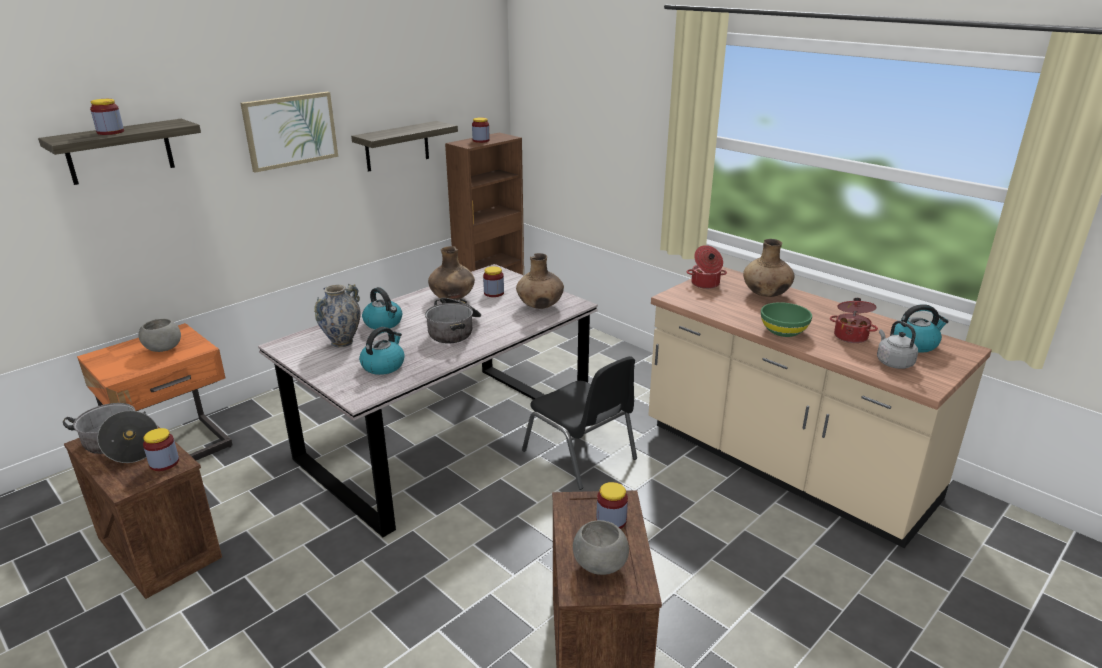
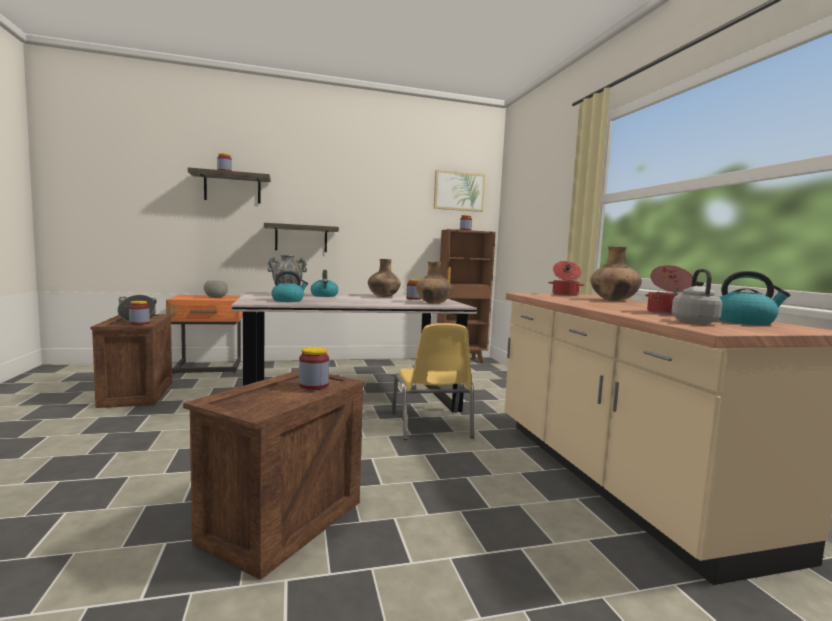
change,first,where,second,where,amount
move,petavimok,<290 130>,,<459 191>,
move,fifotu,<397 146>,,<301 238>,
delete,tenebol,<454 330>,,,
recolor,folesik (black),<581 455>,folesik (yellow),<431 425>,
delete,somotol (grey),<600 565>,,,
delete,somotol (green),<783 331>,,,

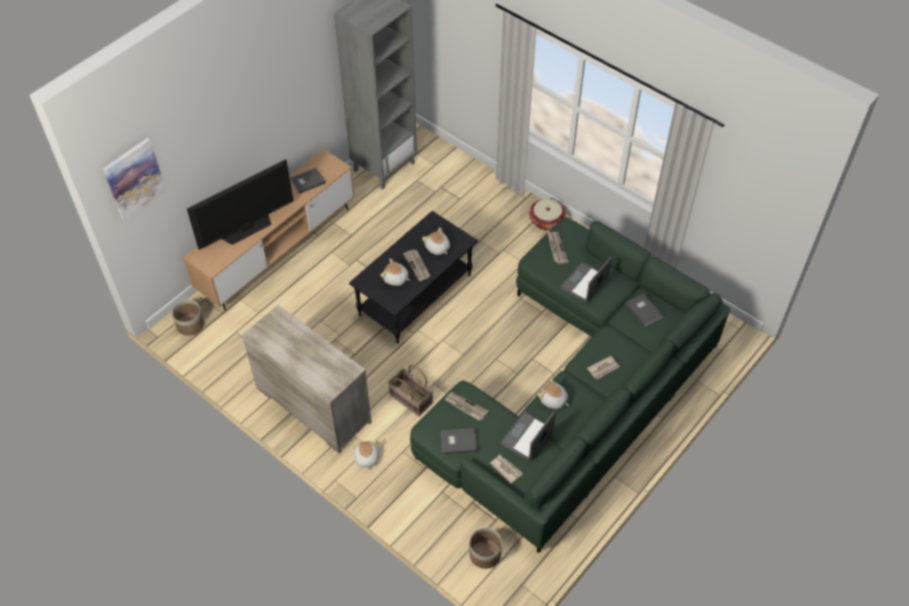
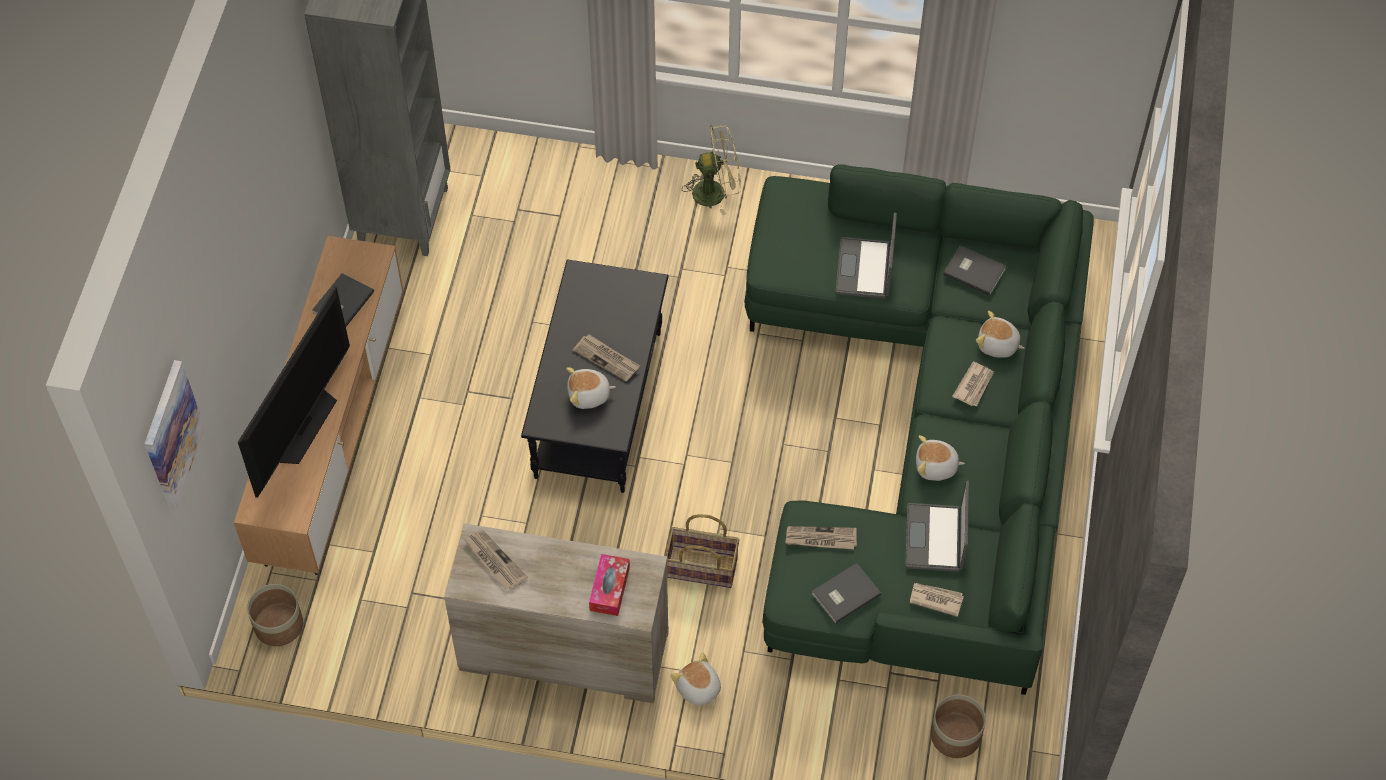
change,first,where,second,where,amount
move,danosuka,<437 248>,,<997 345>,
replace,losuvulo,<546 221>,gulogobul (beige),<716 191>,
move,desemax,<556 248>,,<494 561>,
insert,,,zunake,<609 589>,

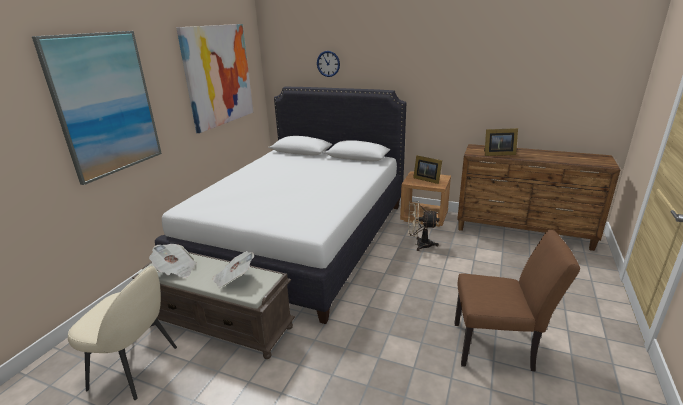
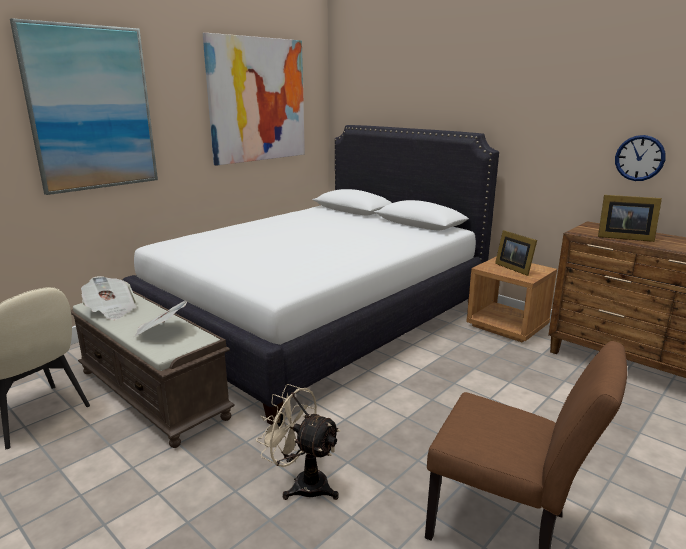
change,first,where,second,where,amount
move,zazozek,<328 63>,,<639 158>,
move,gulogobul (beige),<419 244>,,<302 483>,

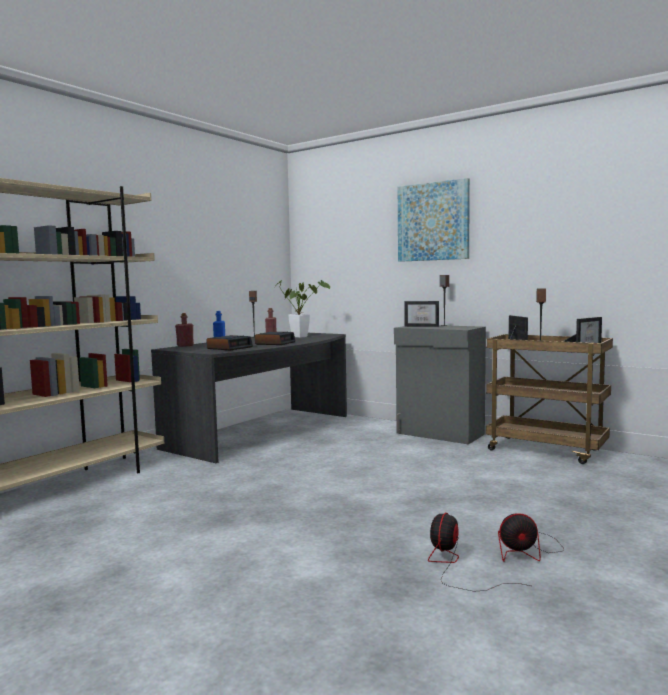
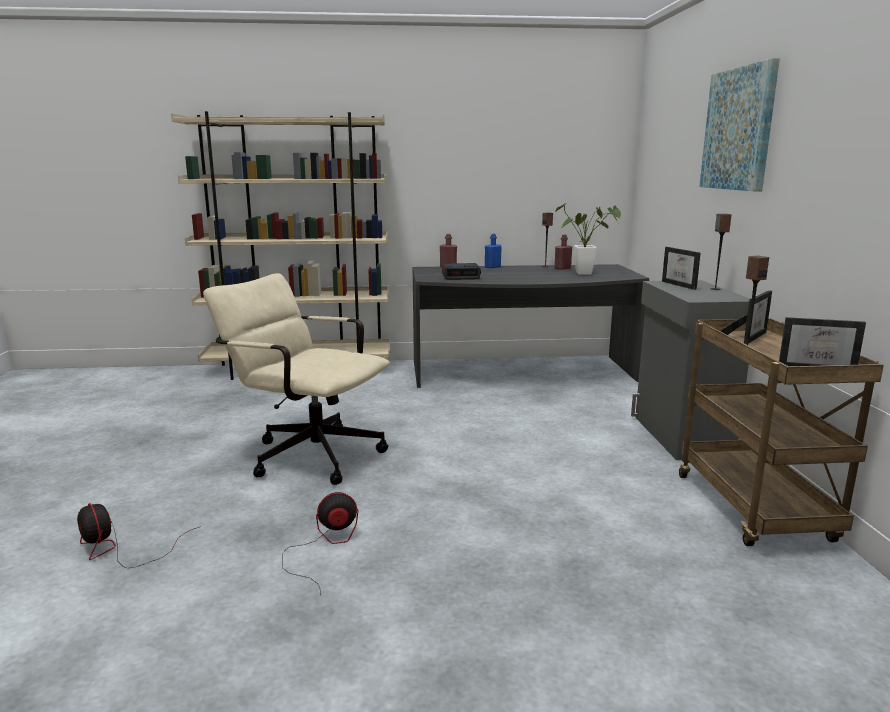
change,first,where,second,where,amount
delete,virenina,<275 343>,,,
move,gulogobul,<526 550>,,<119 549>,
insert,,,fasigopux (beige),<307 453>,

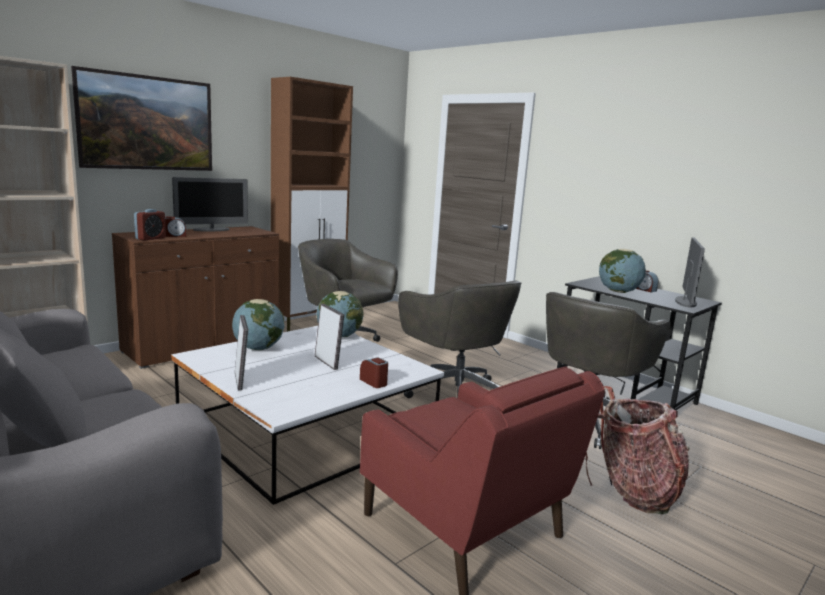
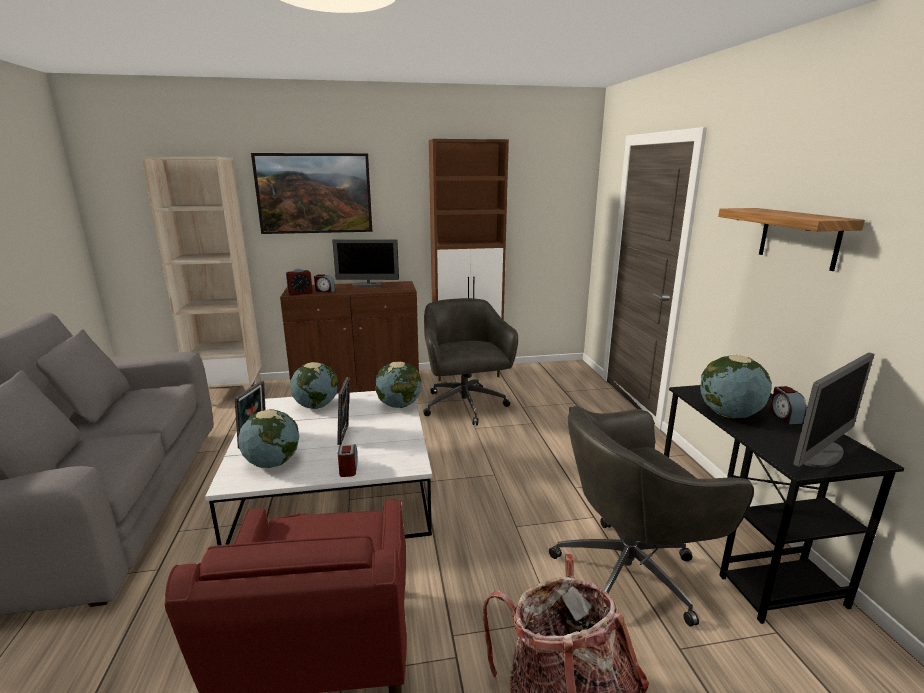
change,first,where,second,where,amount
delete,fasigopux (grey),<455 393>,,,
insert,,,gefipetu,<272 463>,
insert,,,fifotu,<799 237>,

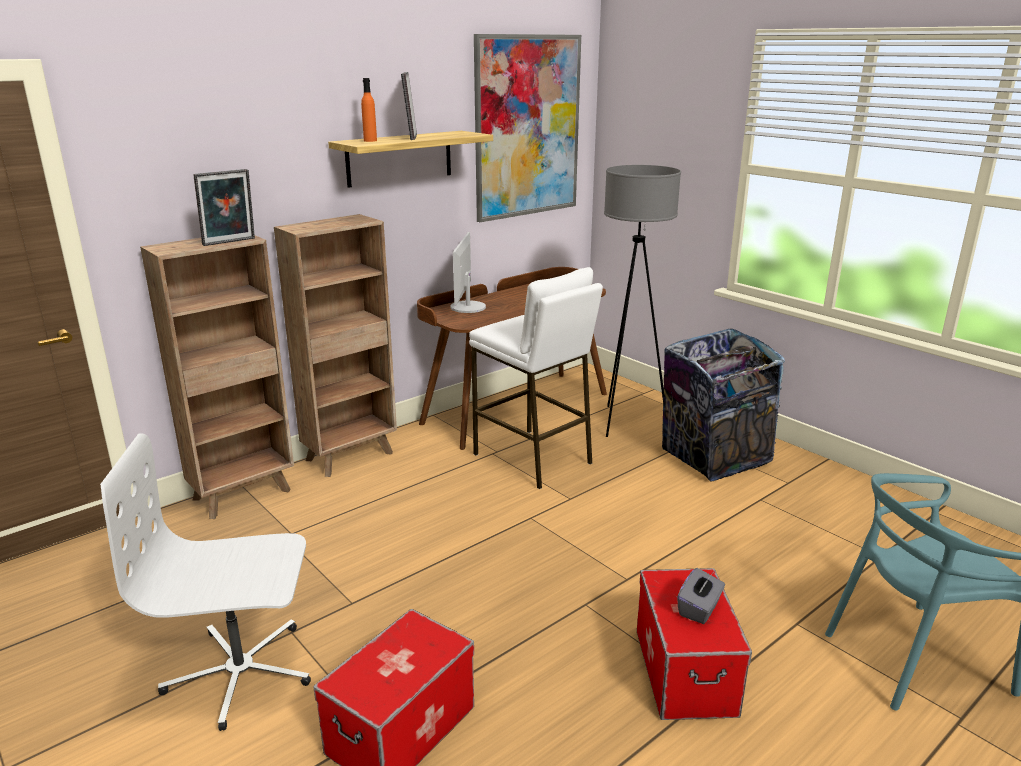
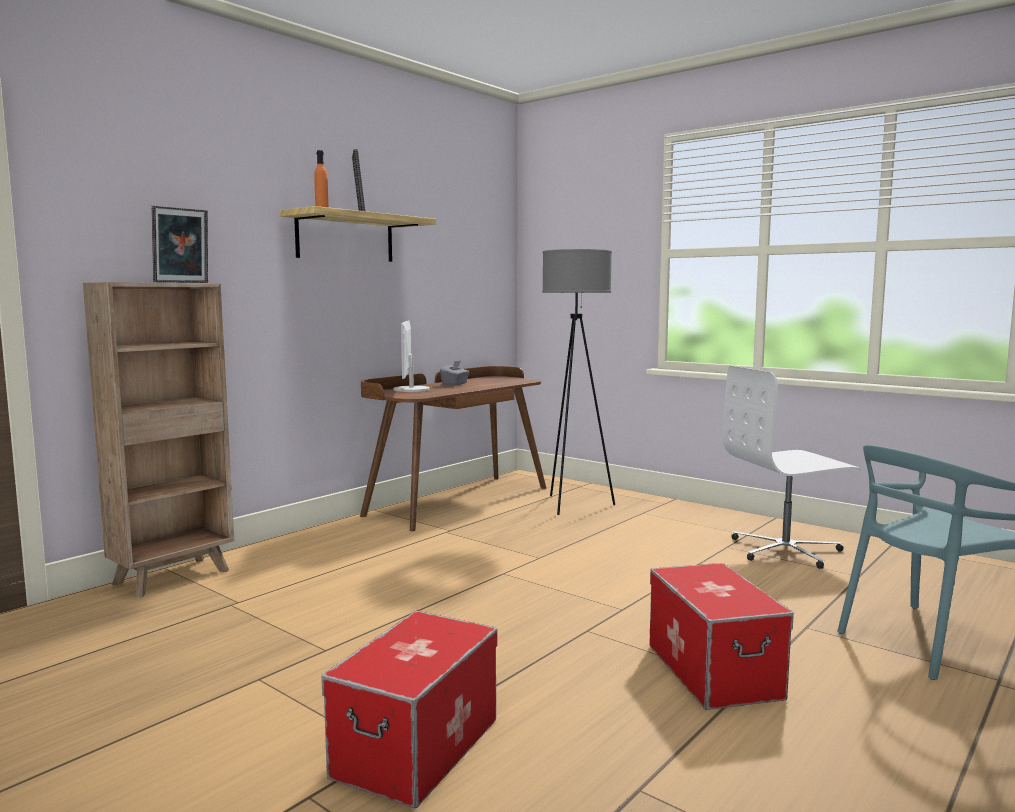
change,first,where,second,where,amount
move,fasigopux (white),<241 673>,,<786 550>,
delete,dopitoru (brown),<351 456>,,,
delete,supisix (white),<533 459>,,,
delete,petavimok,<527 127>,,,
delete,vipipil,<713 458>,,,
move,zunake (grey),<699 609>,,<455 384>,

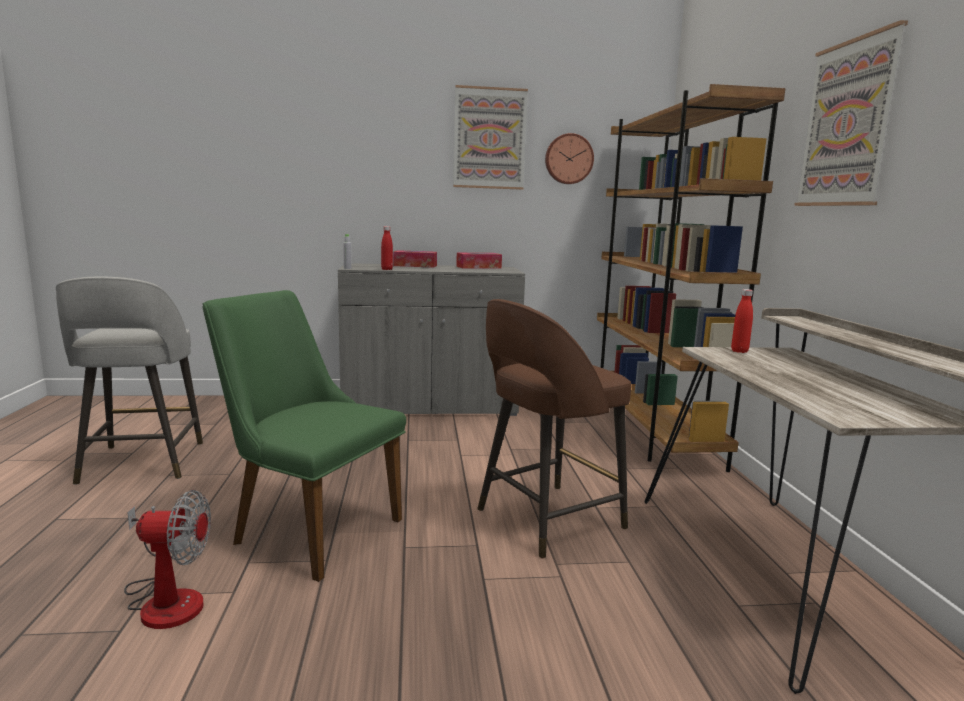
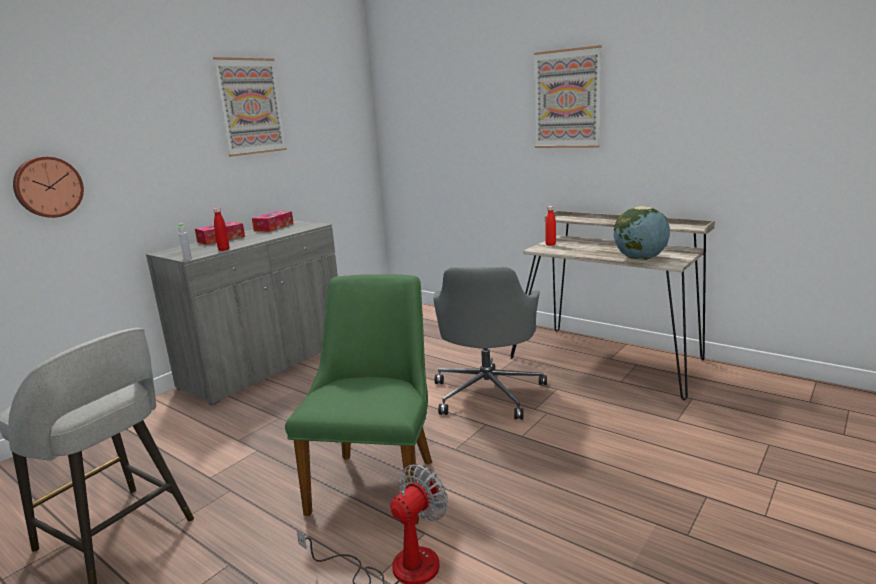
change,first,where,second,where,amount
rotate,folesik (green),<306 528>,,<378 478>,120 degrees clockwise
replace,supisix (brown),<546 519>,fasigopux (grey),<488 392>,
move,zazozek,<568 159>,,<48 187>,
delete,dopitoru (brown),<651 430>,,,
insert,,,gefipetu,<639 258>,

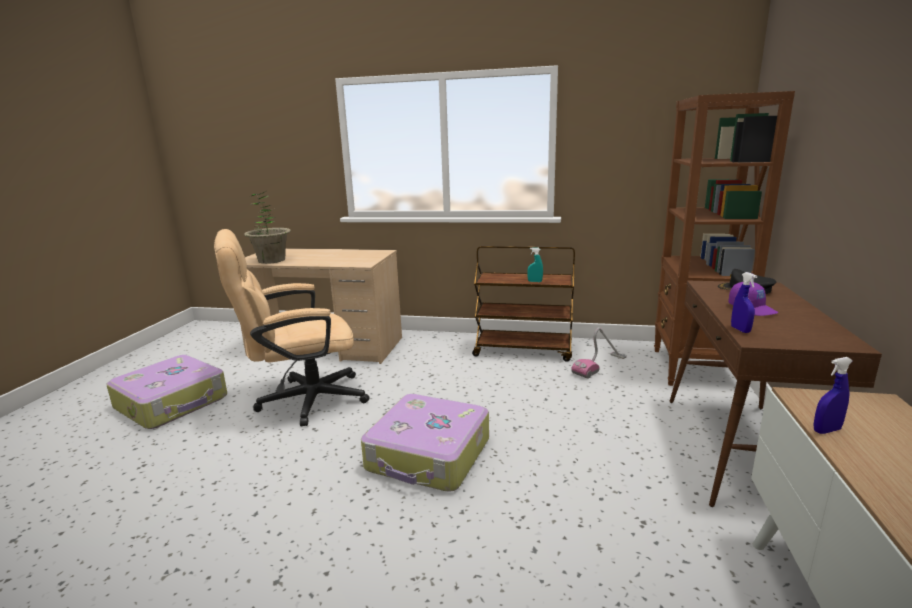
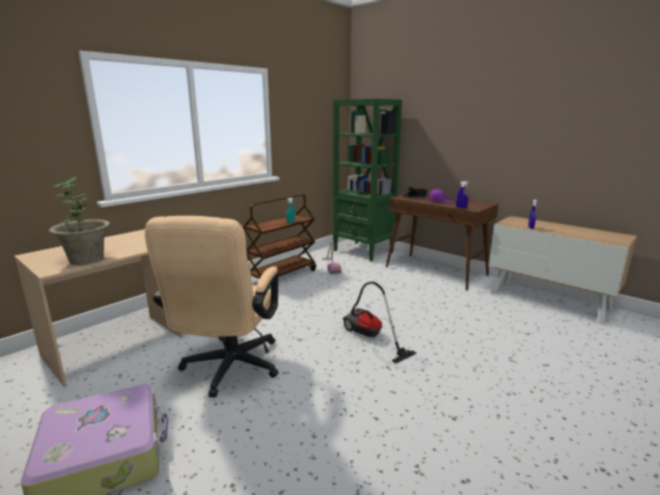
change,first,where,second,where,amount
replace,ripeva,<429 455>,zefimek,<369 337>,
recolor,dopitoru (brown),<694 369>,dopitoru (green),<363 251>,

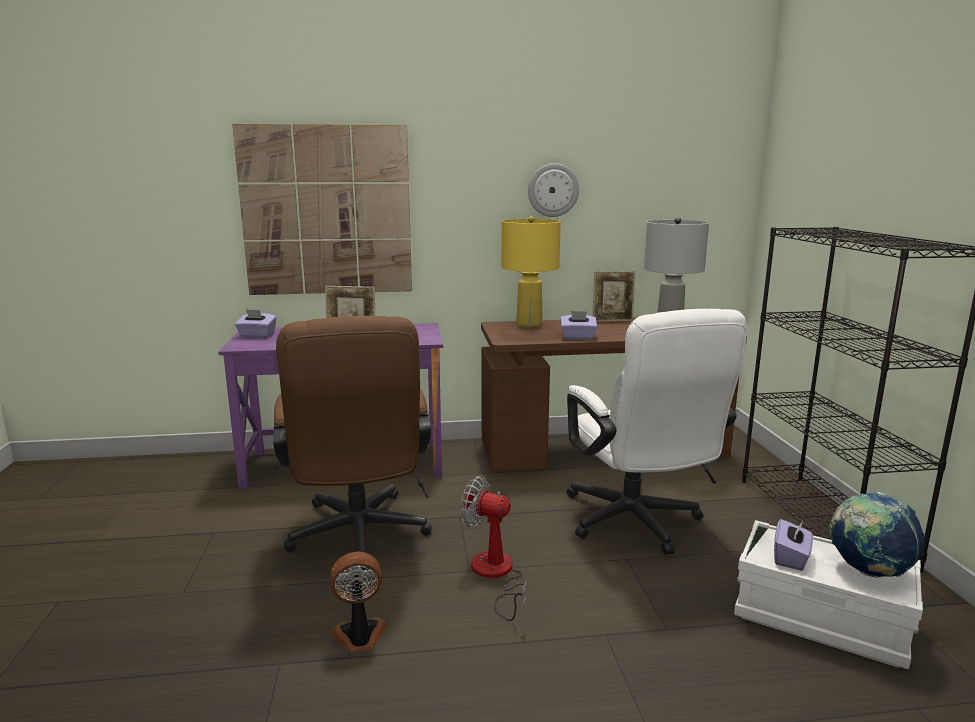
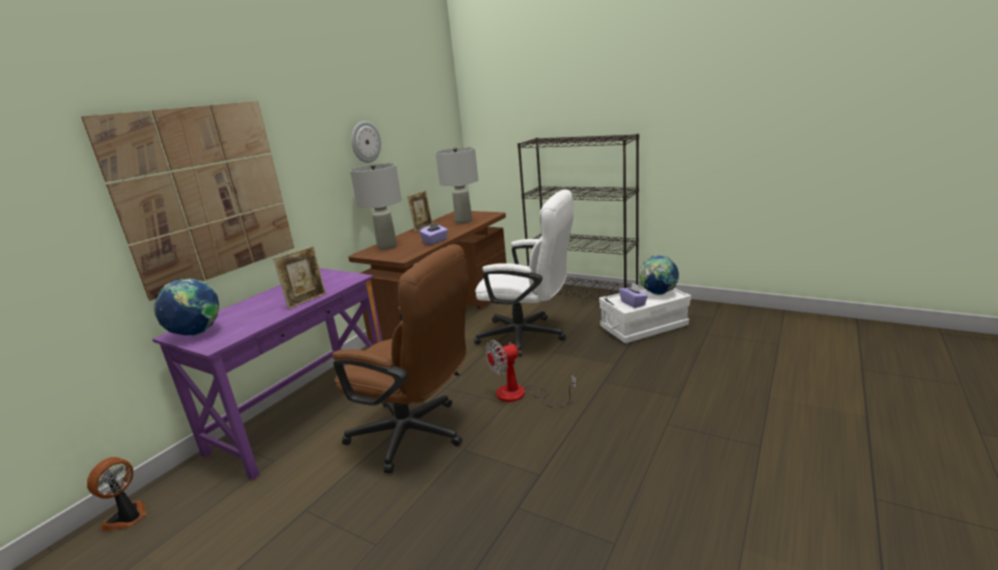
change,first,where,second,where,amount
replace,zunake (purple),<257 335>,gefipetu,<197 333>,
move,gulogobul,<359 637>,,<128 518>,
recolor,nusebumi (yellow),<528 326>,nusebumi (grey),<387 247>,

